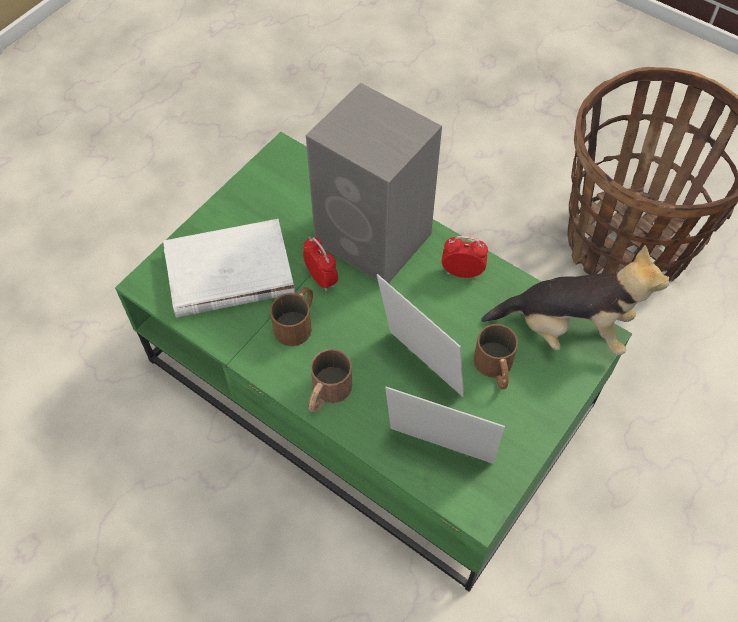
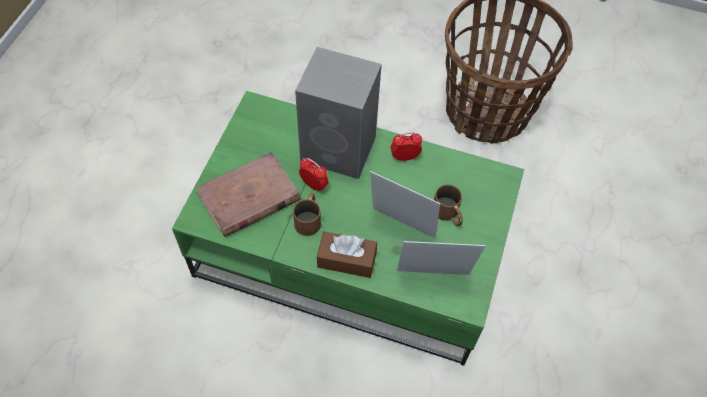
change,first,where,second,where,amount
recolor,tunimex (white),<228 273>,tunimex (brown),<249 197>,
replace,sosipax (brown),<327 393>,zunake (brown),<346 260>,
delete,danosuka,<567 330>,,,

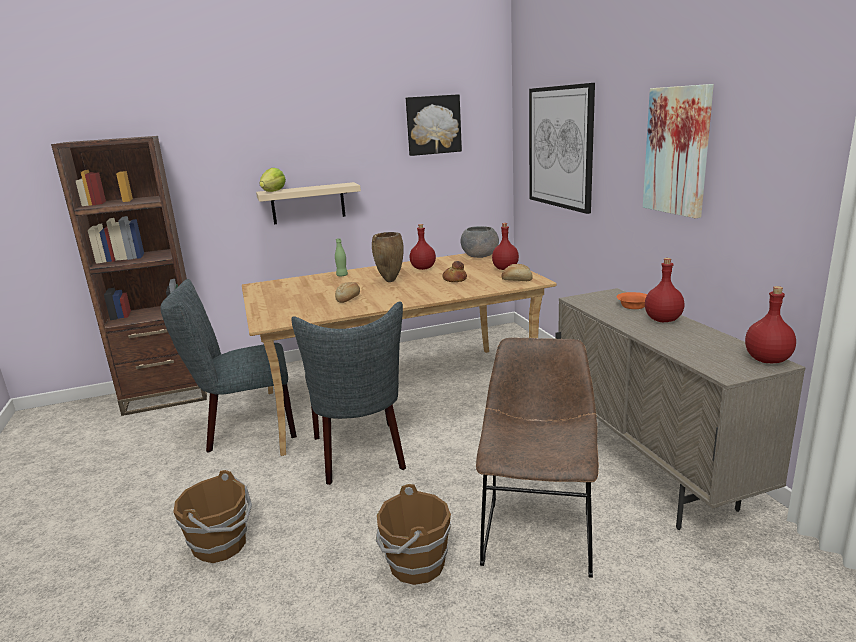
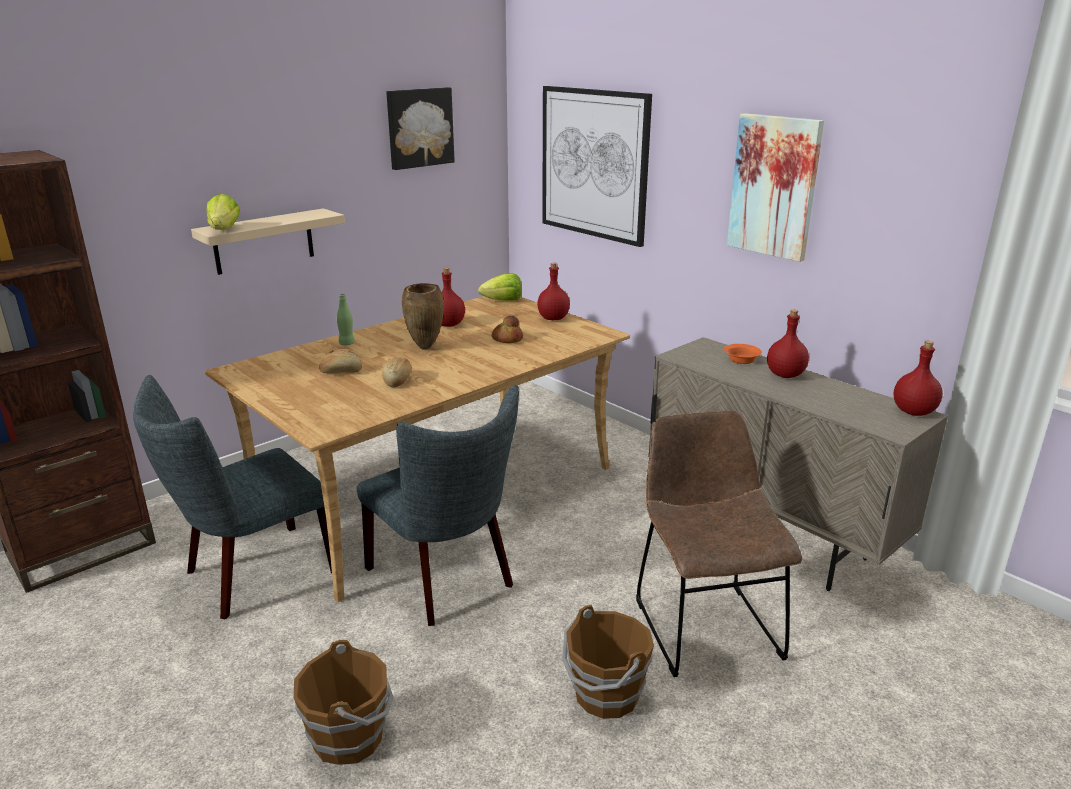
change,first,where,second,where,amount
replace,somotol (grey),<480 256>,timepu,<503 301>,
move,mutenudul,<517 280>,,<341 371>,

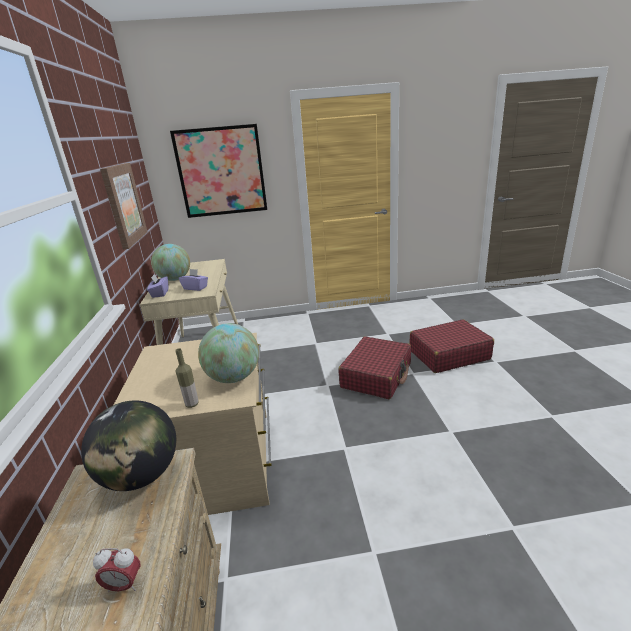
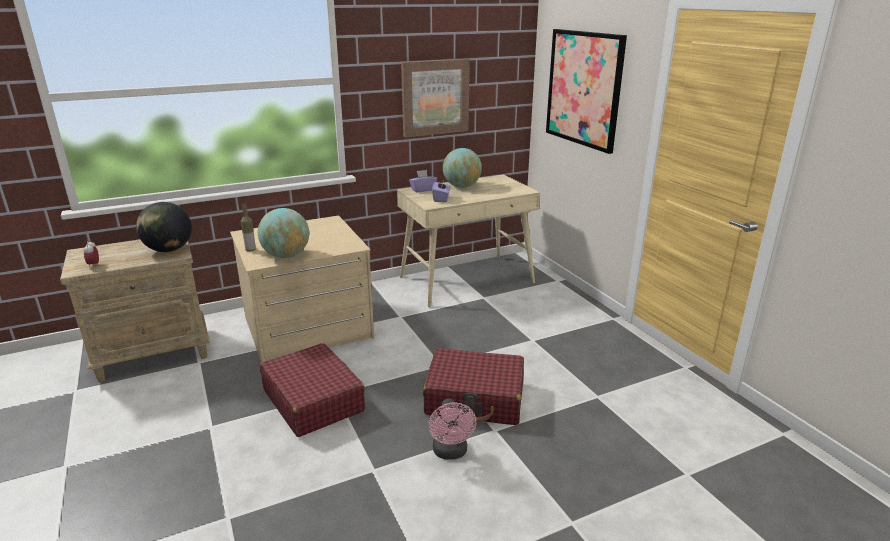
change,first,where,second,where,amount
move,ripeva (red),<448 355>,,<313 400>,
insert,,,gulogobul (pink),<451 453>,

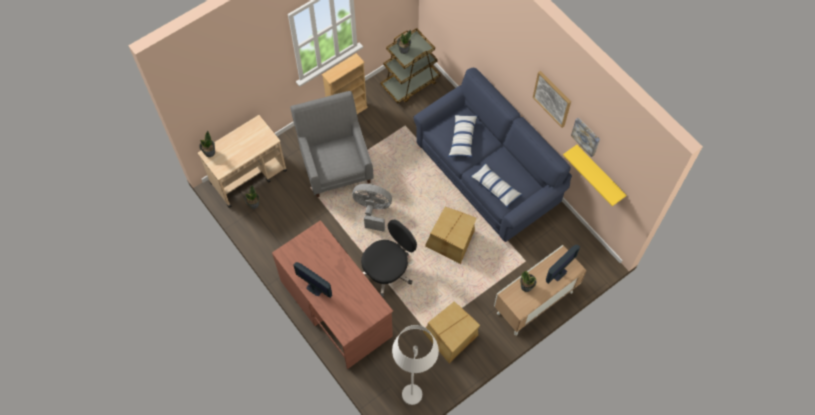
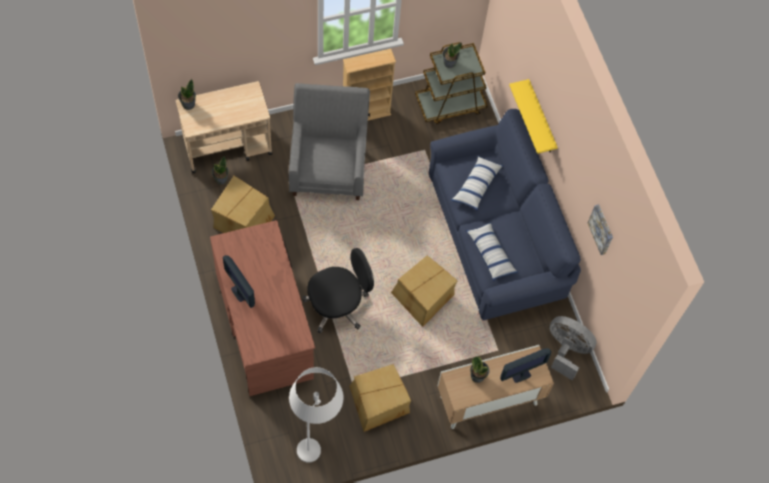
change,first,where,second,where,amount
move,gulogobul (grey),<373 210>,,<566 350>,
delete,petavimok,<552 98>,,,
move,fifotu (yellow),<599 174>,,<541 119>,
insert,,,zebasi,<243 219>,

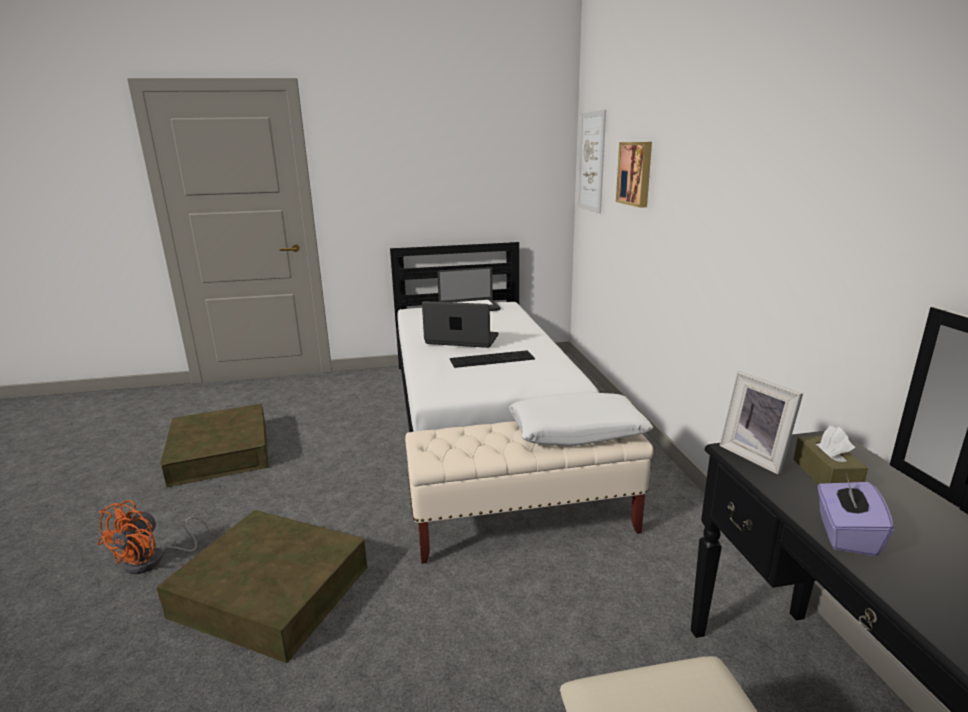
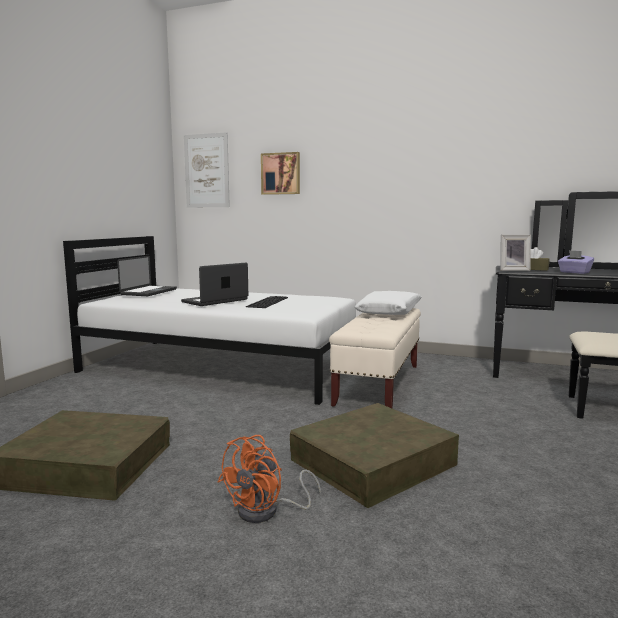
change,first,where,second,where,amount
rotate,gulogobul (orange),<153 560>,,<267 511>,75 degrees clockwise

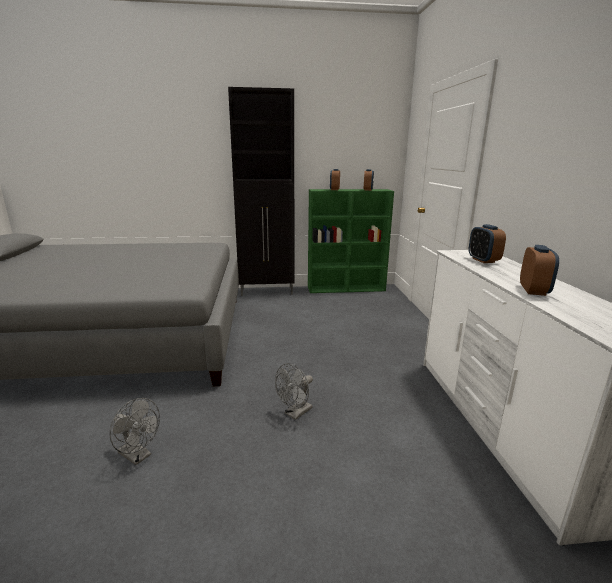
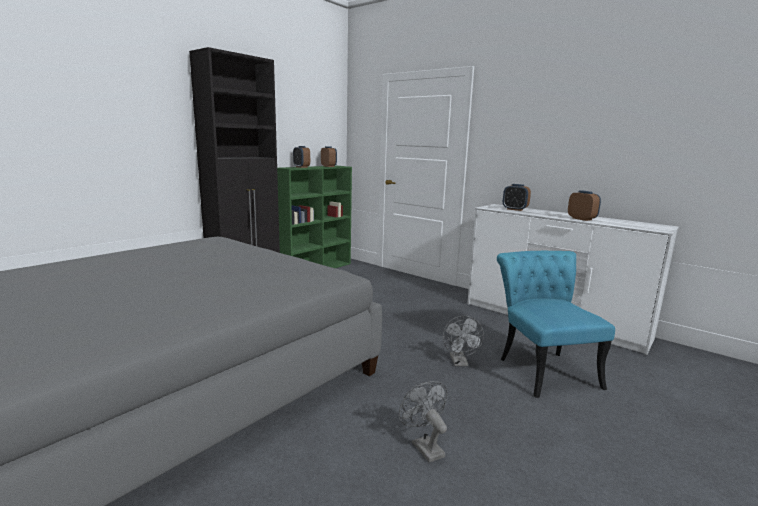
change,first,where,second,where,amount
rotate,gulogobul (grey),<138 456>,,<424 446>,105 degrees counterclockwise
insert,,,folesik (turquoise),<542 368>,

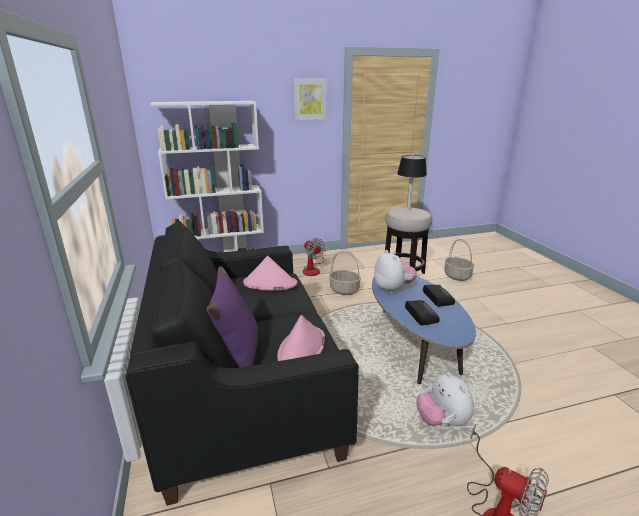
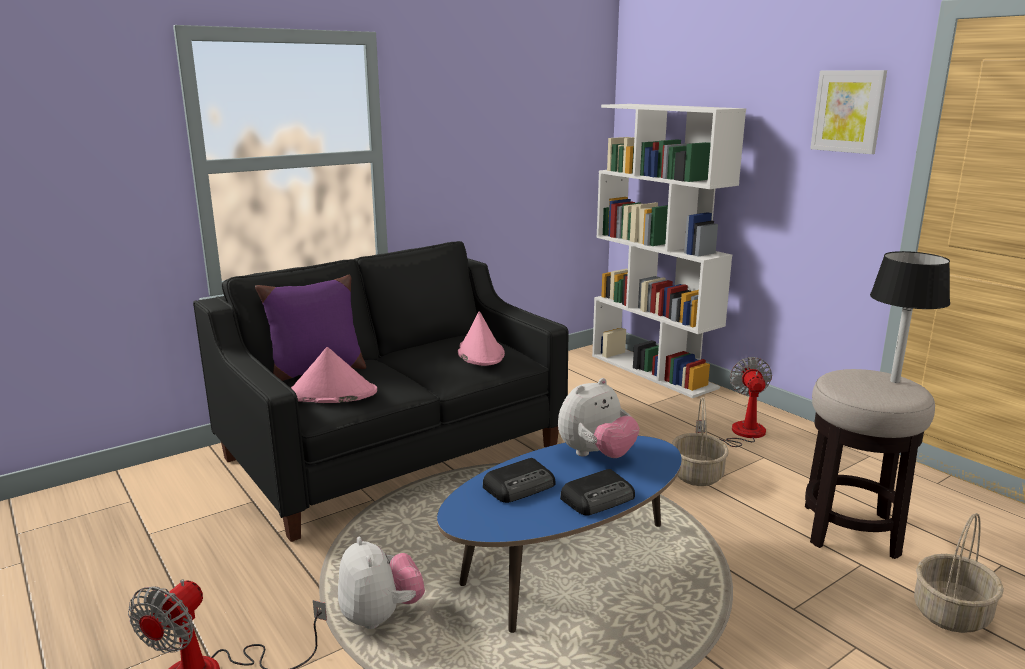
change,first,where,second,where,amount
rotate,gulogobul,<313 269>,,<739 434>,150 degrees clockwise
rotate,danosuka,<442 421>,,<381 616>,105 degrees clockwise

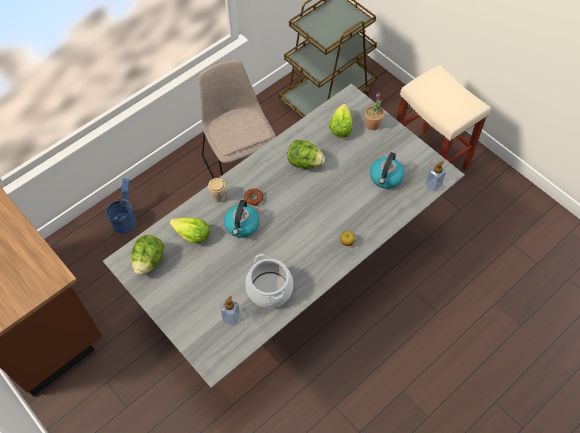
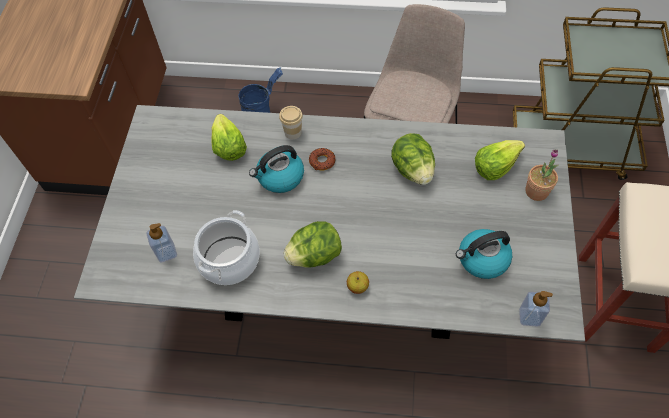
change,first,where,second,where,amount
move,timepu,<149 261>,,<315 255>,

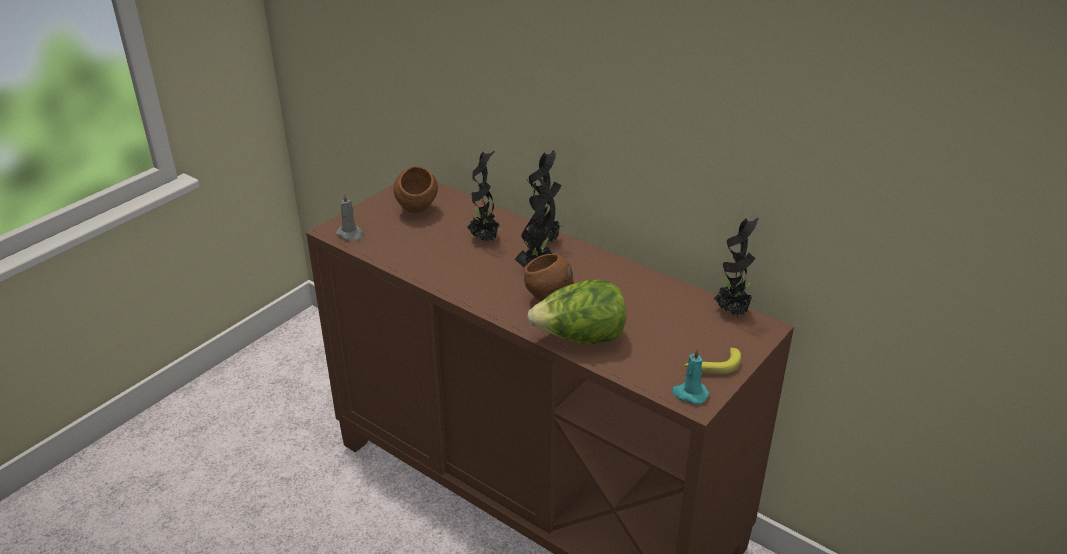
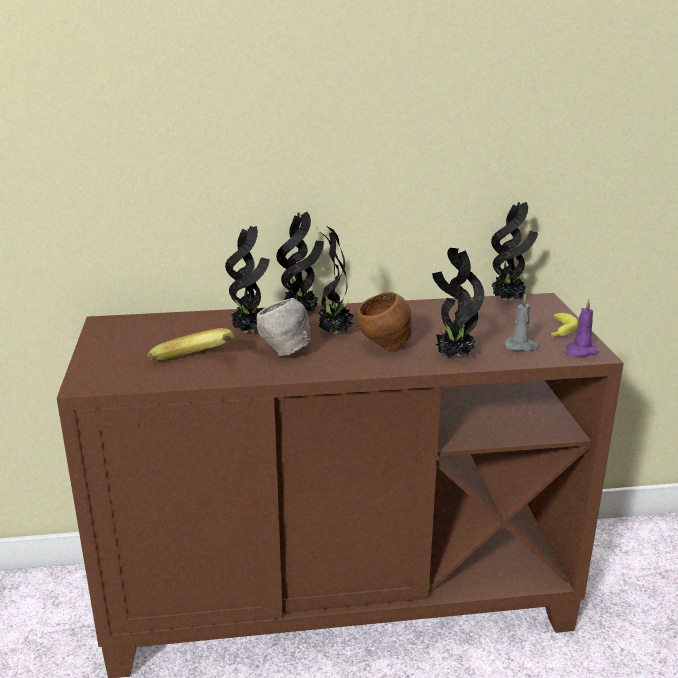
change,first,where,second,where,amount
move,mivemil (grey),<350 235>,,<521 346>,
delete,somotol (brown),<417 211>,,,
replace,timepu,<580 339>,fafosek,<452 357>,
recolor,mivemil (turquoise),<689 394>,mivemil (purple),<580 351>,
insert,,,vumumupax,<196 365>,
insert,,,somotol (grey),<284 352>,

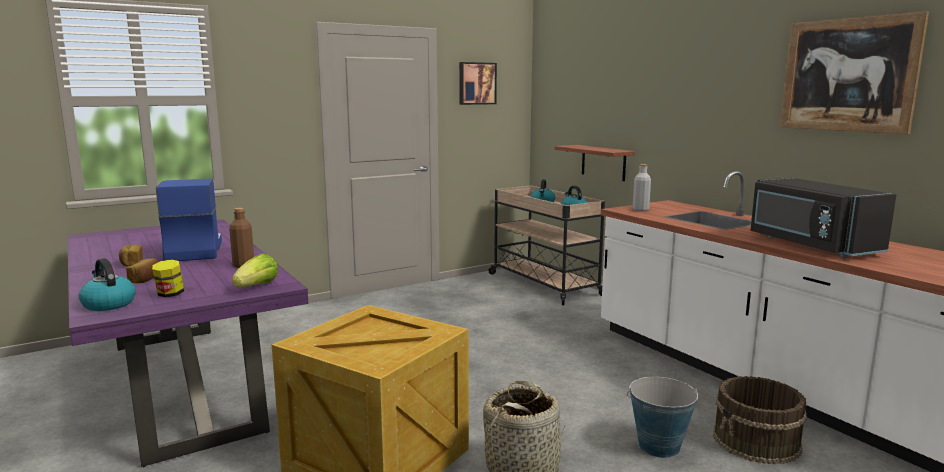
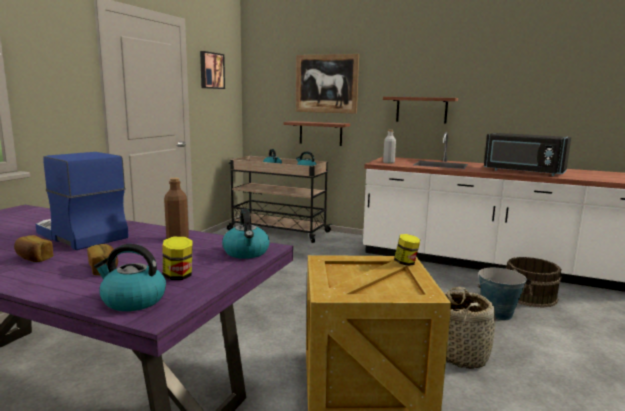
change,first,where,second,where,amount
replace,timepu,<257 286>,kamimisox,<246 253>,
move,petavimok,<848 75>,,<326 84>,
insert,,,fifotu,<421 110>,
insert,,,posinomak,<406 263>,

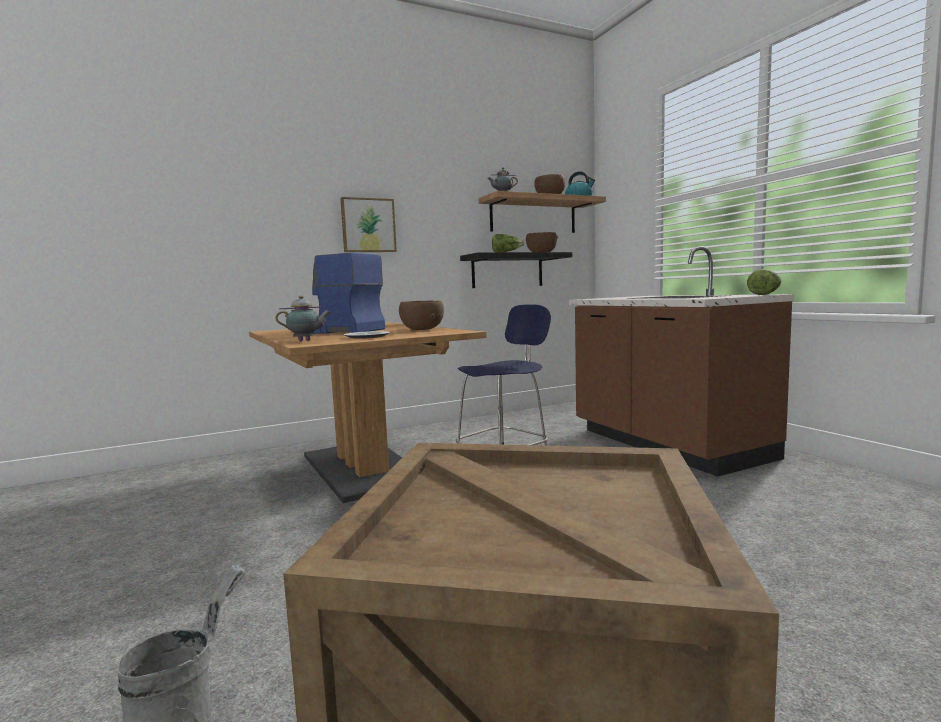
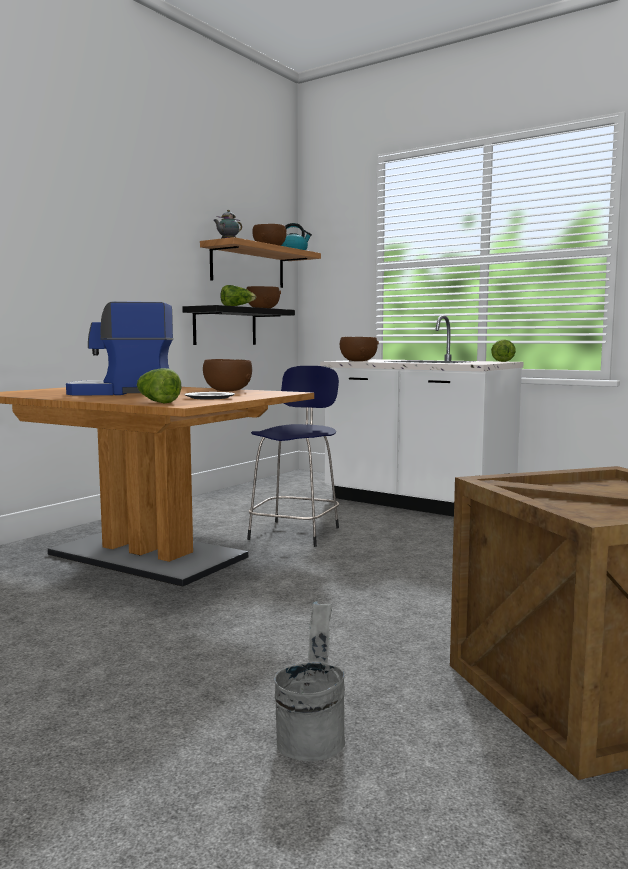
change,first,where,second,where,amount
replace,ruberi,<306 341>,timepu,<156 402>,
delete,petavimok,<368 225>,,,
recolor,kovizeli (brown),<667 444>,kovizeli (white),<418 502>,
insert,,,somotol (brown),<358 361>,

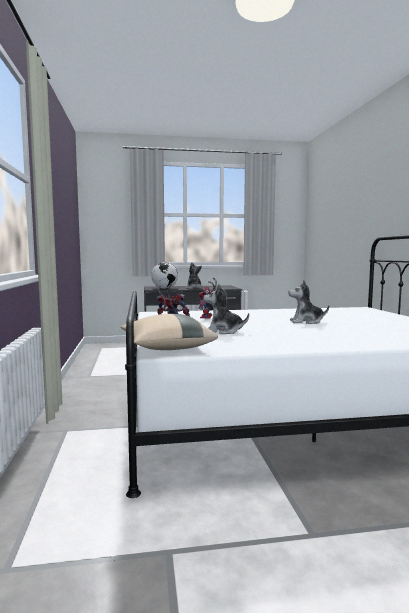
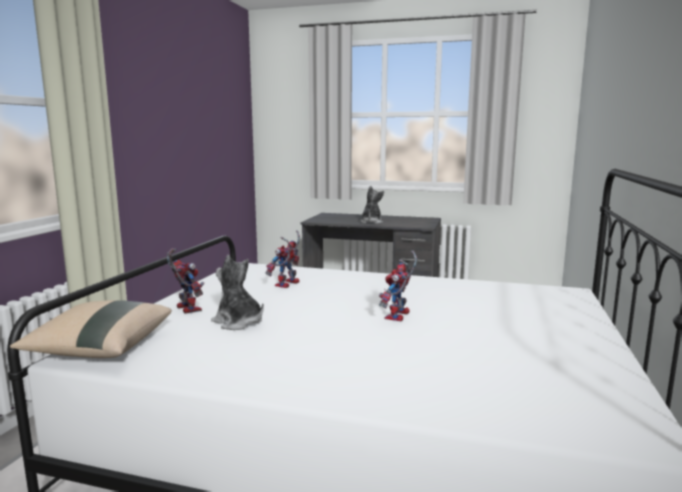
change,first,where,second,where,amount
delete,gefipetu,<164 288>,,,
replace,danosuka,<306 322>,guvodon,<398 317>,

